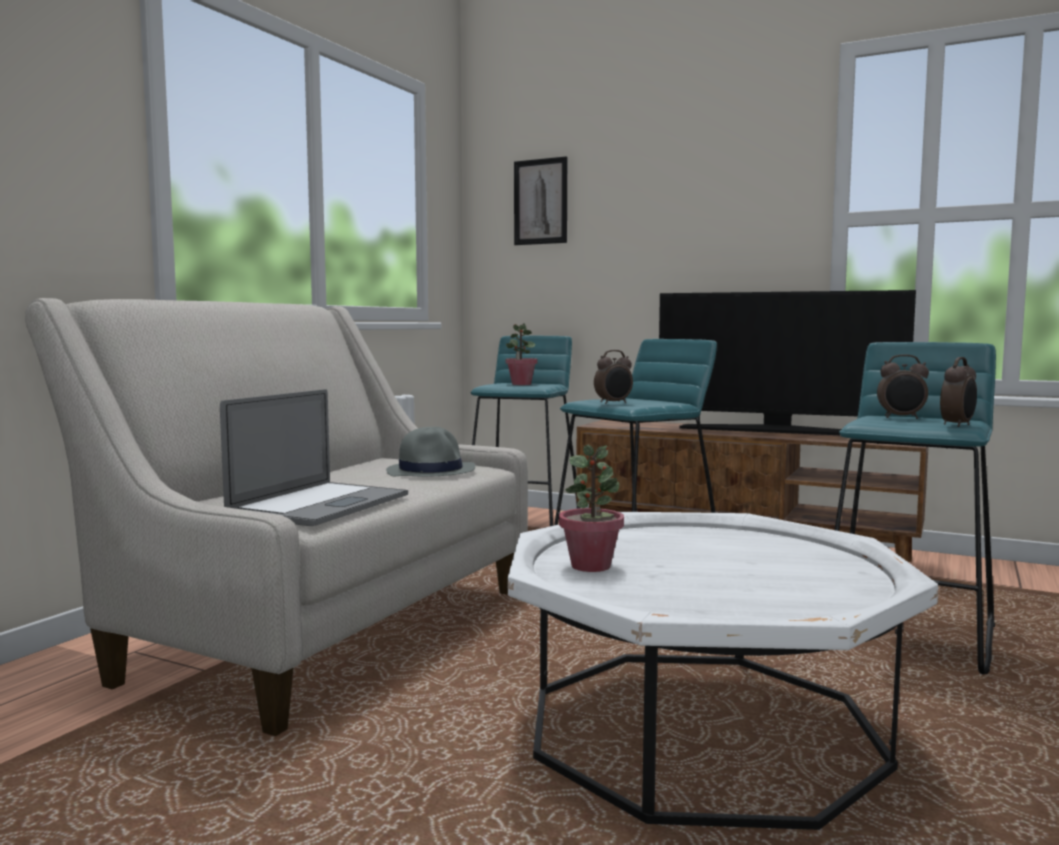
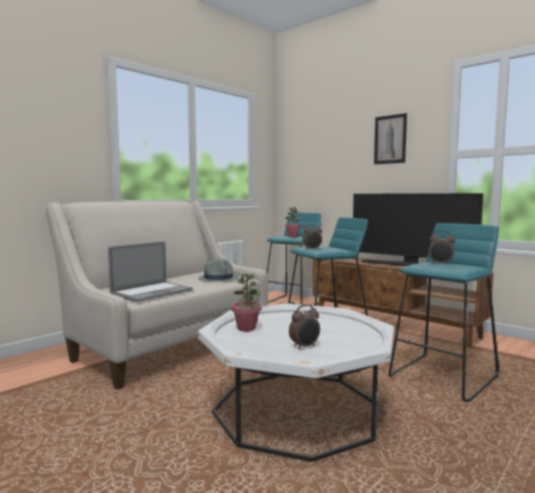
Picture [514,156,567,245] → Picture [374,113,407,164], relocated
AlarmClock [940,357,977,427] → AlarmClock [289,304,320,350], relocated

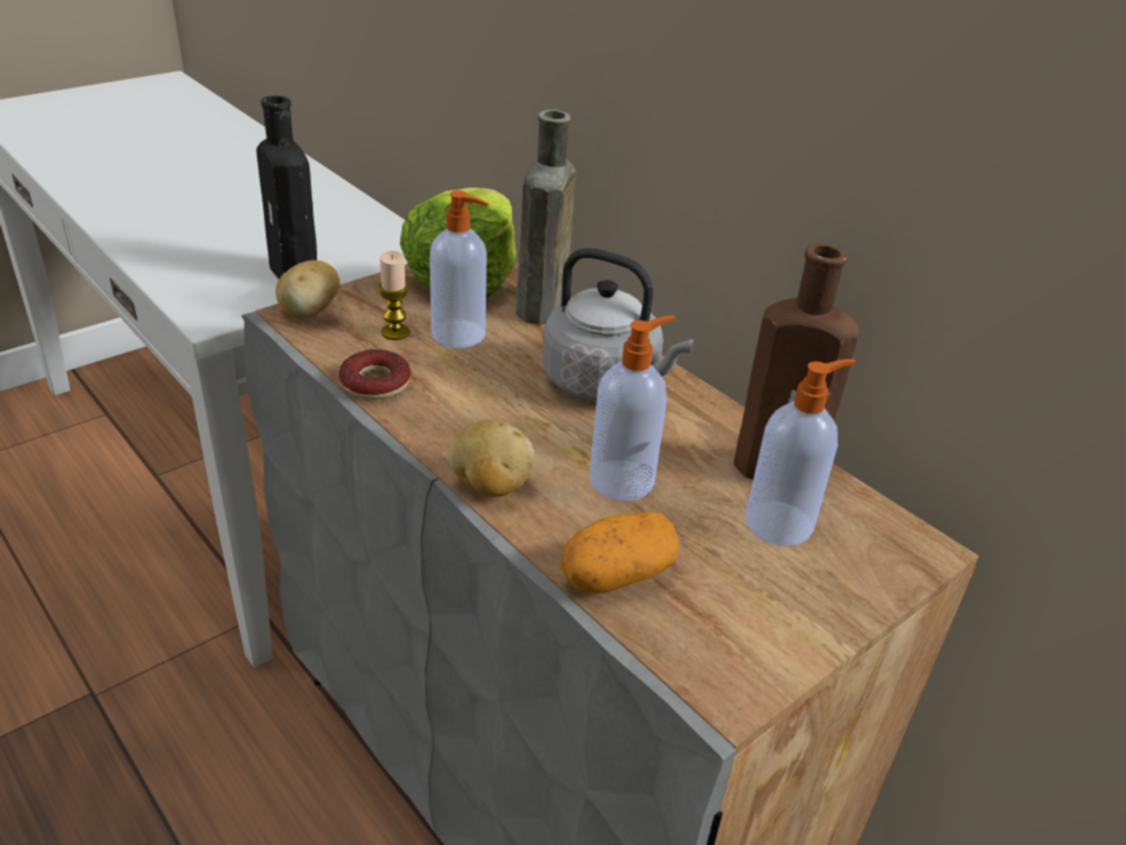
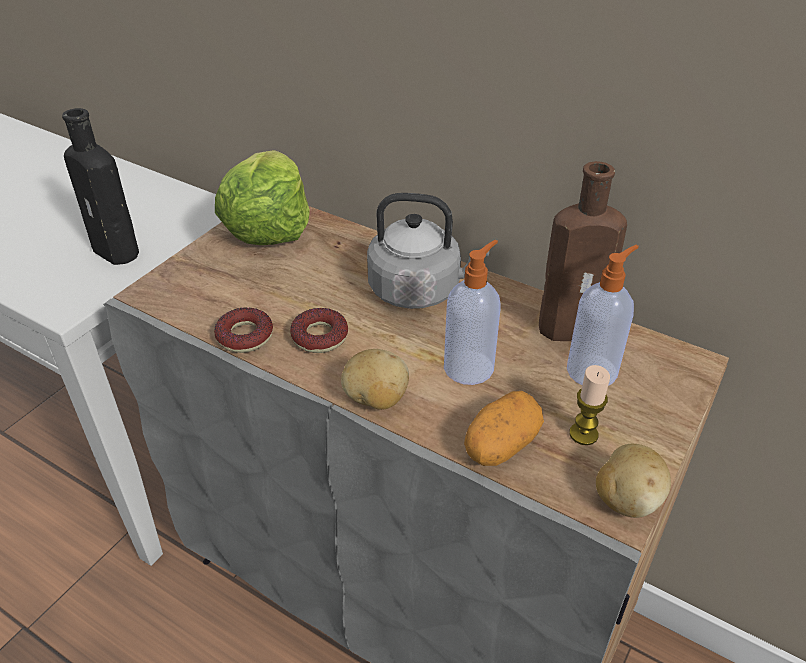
Potato [276,260,340,318] → Potato [596,444,671,518], relocated
Candle [378,251,410,340] → Candle [569,365,610,445], relocated
SoapDispenser [430,190,489,348] → -
BrownBottle [516,109,577,325] → -
- → Donut [290,308,348,353]

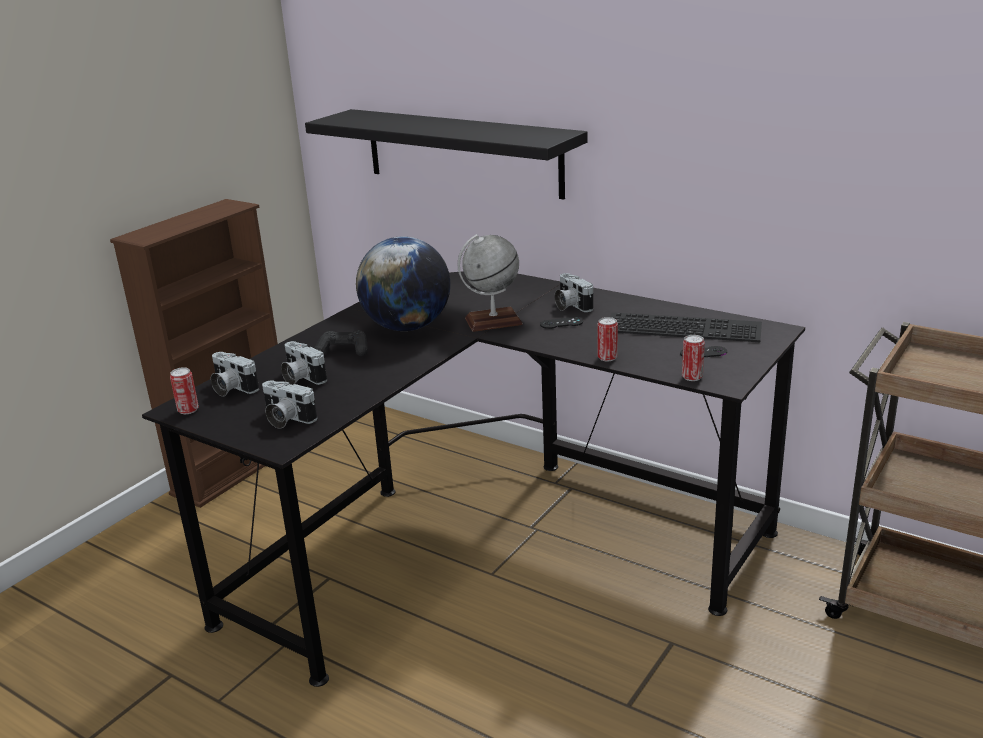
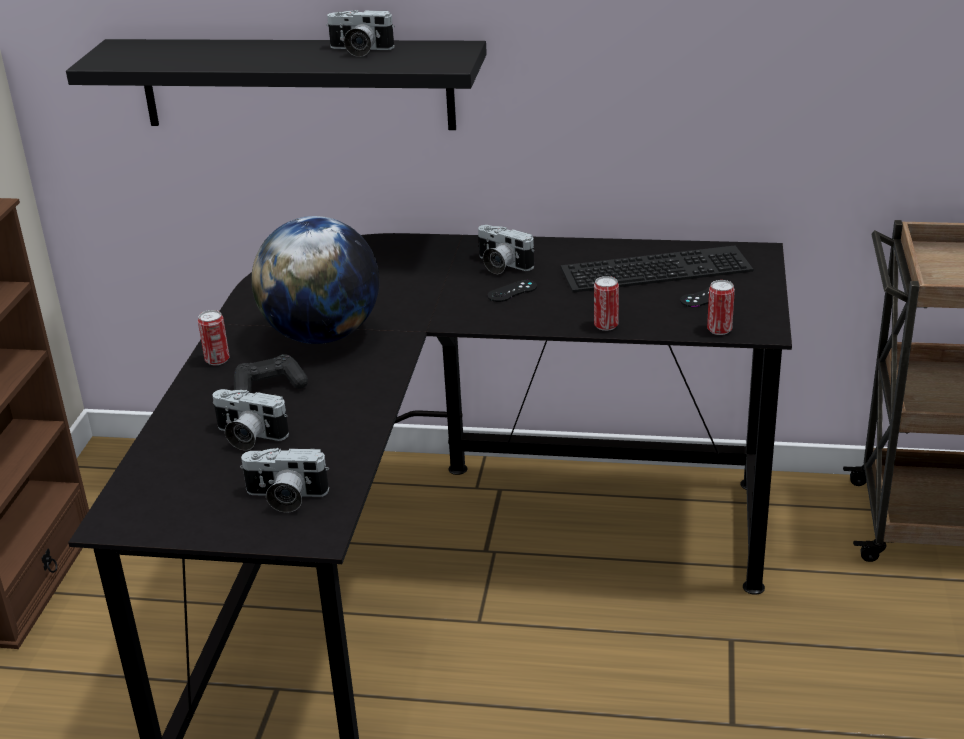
Can [170,367,199,414] → Can [198,310,230,365], relocated
PhotoCamera [210,352,259,397] → PhotoCamera [326,10,395,57], relocated
Globe [457,234,523,332] → -

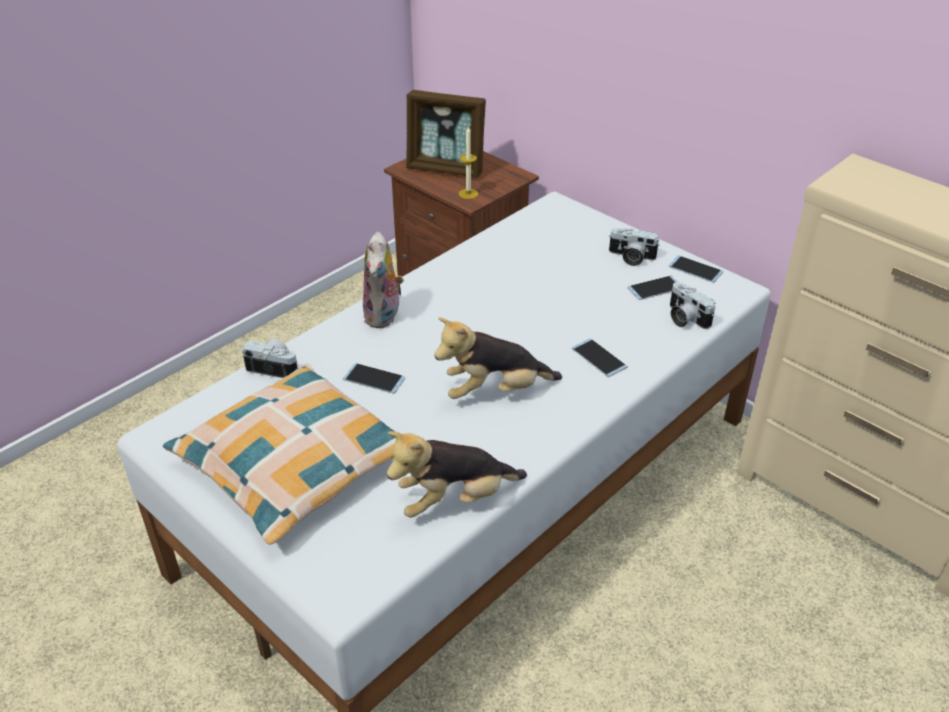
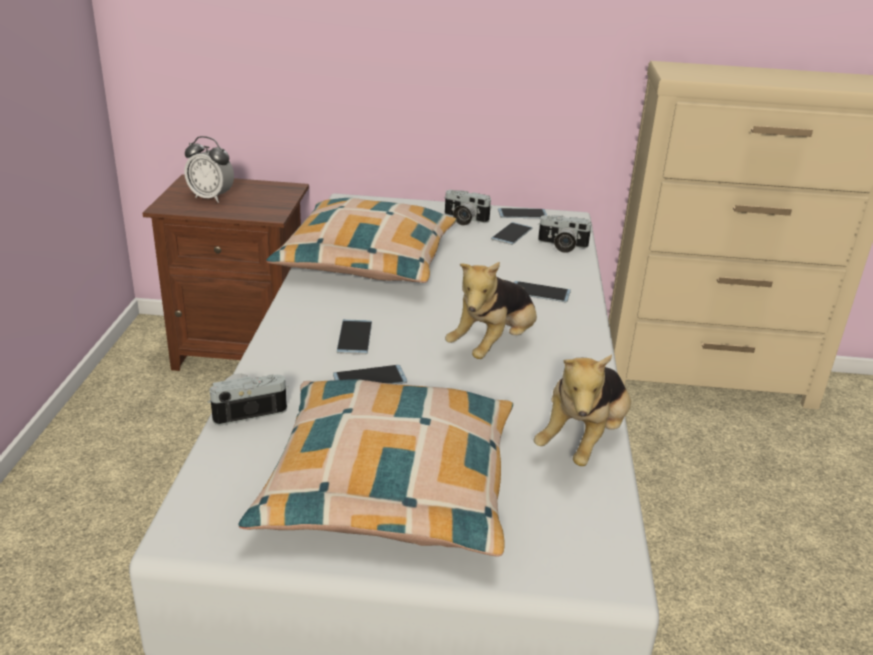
PlushToy [363,232,404,328] → -
PictureFrame [406,90,486,178] → AlarmClock [184,136,234,203]
Candle [459,127,478,199] → -
PhotoCamera [609,228,660,266] → PhotoCamera [444,190,492,226], 45 degrees clockwise
- → Pillow [266,198,457,283]
- → Phone [337,319,372,355]

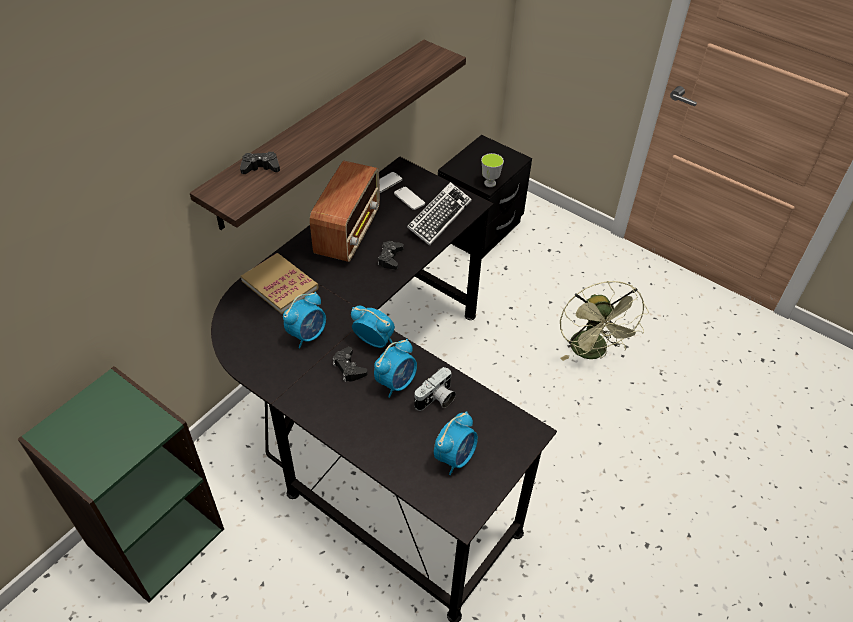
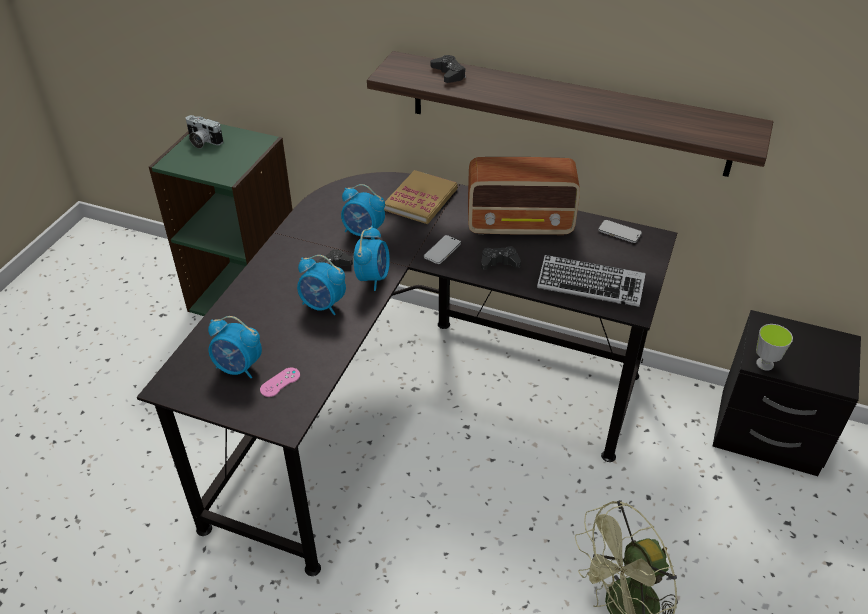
Phone [394,187,425,210] → Phone [424,235,461,264], relocated
PhotoCamera [414,367,456,411] → PhotoCamera [186,115,223,148], relocated
- → PinkGameController [260,367,300,397]

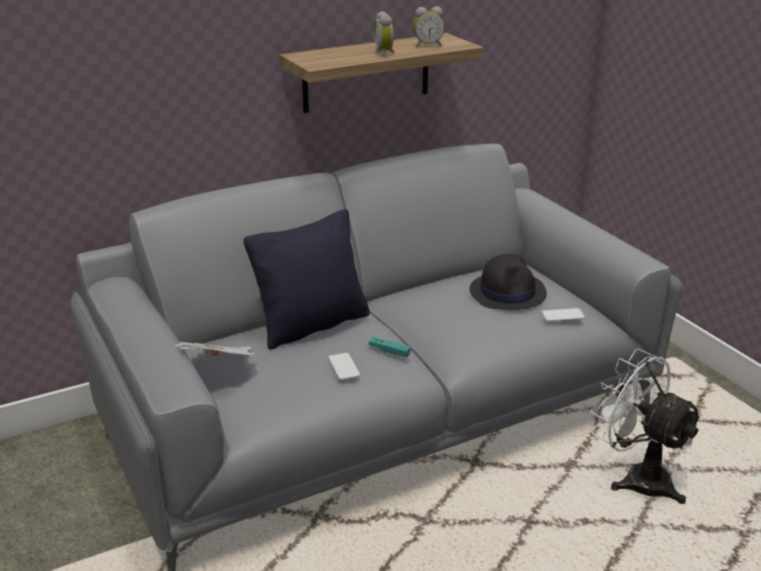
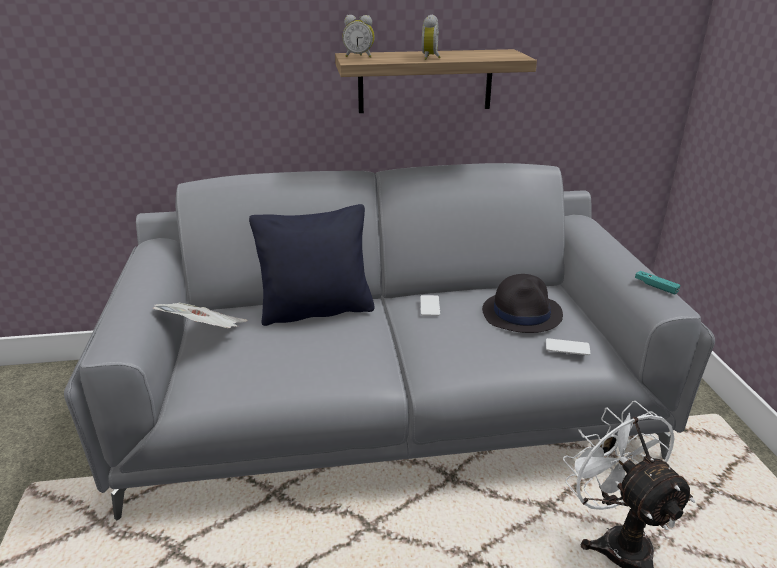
Phone [329,353,360,380] → Phone [420,295,440,316], relocated
TurquoiseGameController [369,337,411,357] → TurquoiseGameController [635,271,681,294], relocated
AlarmClock [413,6,444,47] → AlarmClock [342,15,375,58], relocated

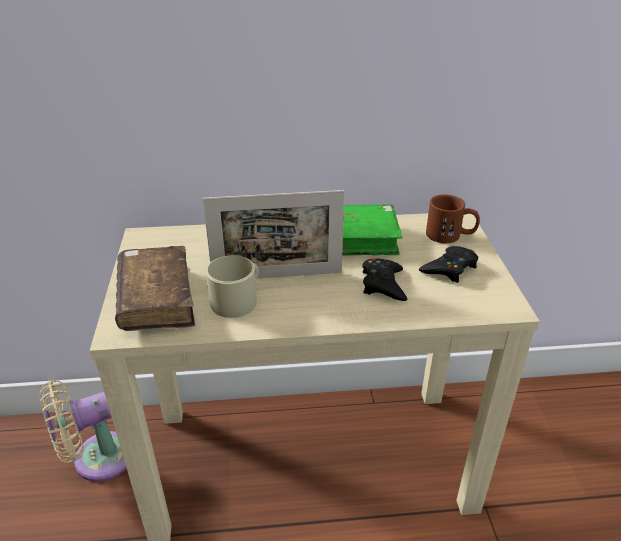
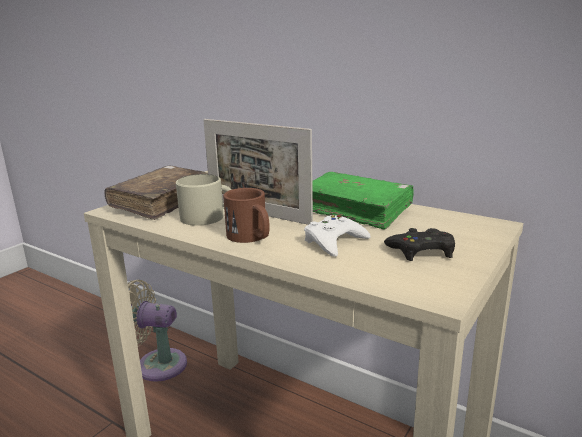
BlackGameController [363,258,407,301] → WhiteGameController [304,215,371,257]
BrownMug [426,194,480,243] → BrownMug [223,188,270,243], relocated

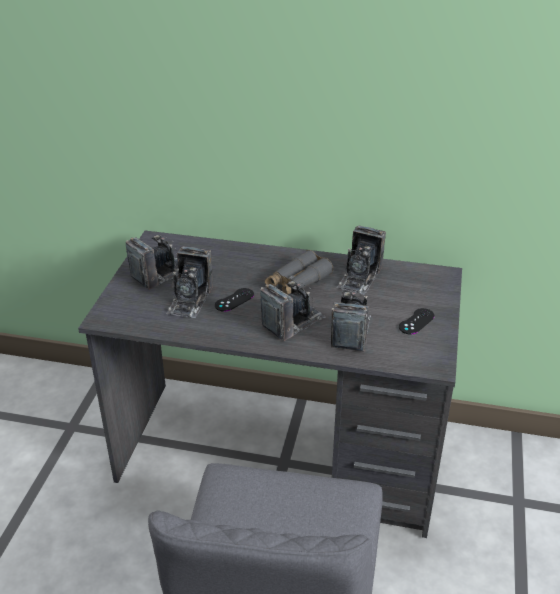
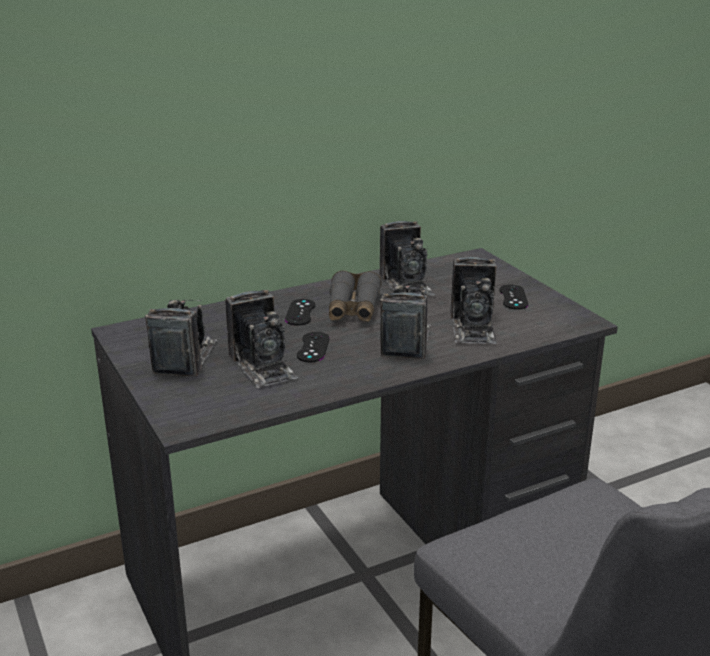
PhotoCamera [331,290,371,351] → PhotoCamera [450,257,497,344], 150 degrees counterclockwise
- → BlackGameController [285,299,315,326]

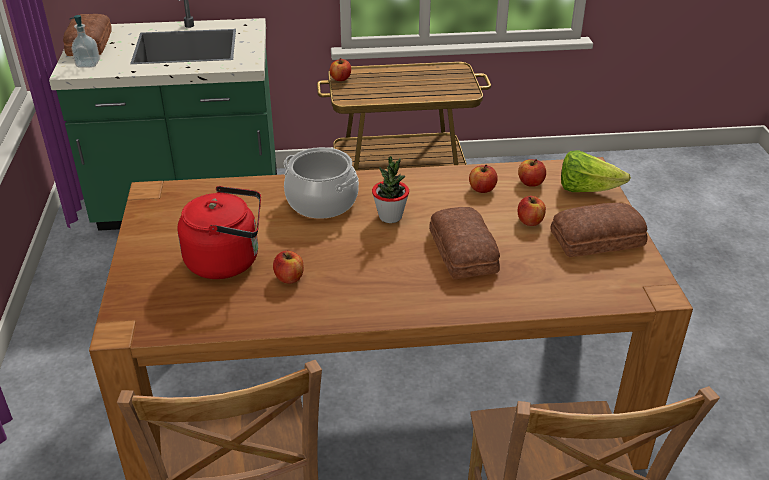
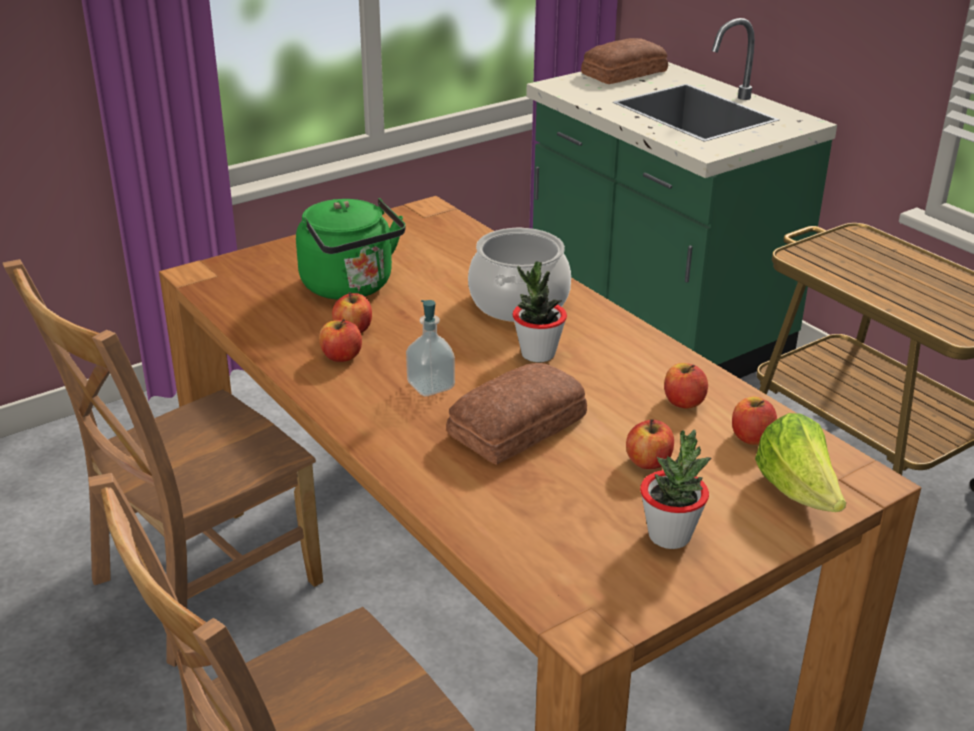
SoapDispenser [69,15,100,68] → SoapDispenser [406,300,455,396], relocated
RedKettle [177,186,261,279] → GreenKettle [296,198,406,300]
Apple [330,58,351,81] → Apple [319,319,362,362], relocated
Bread [550,203,648,257] → PottedPlant [640,430,711,549]

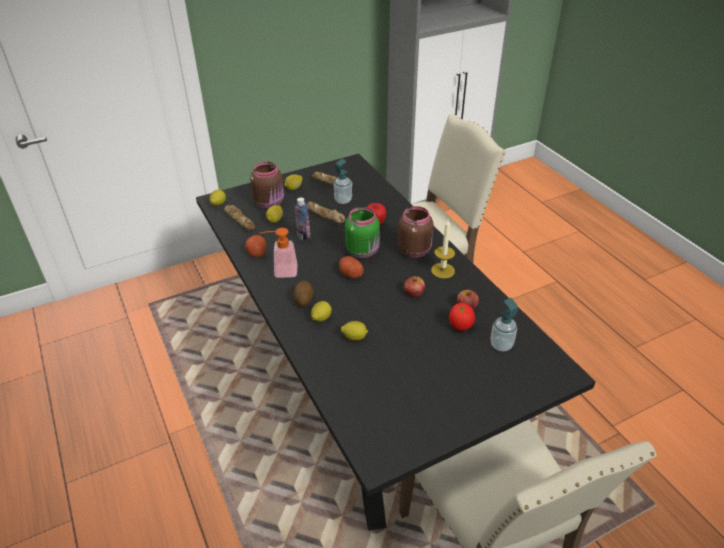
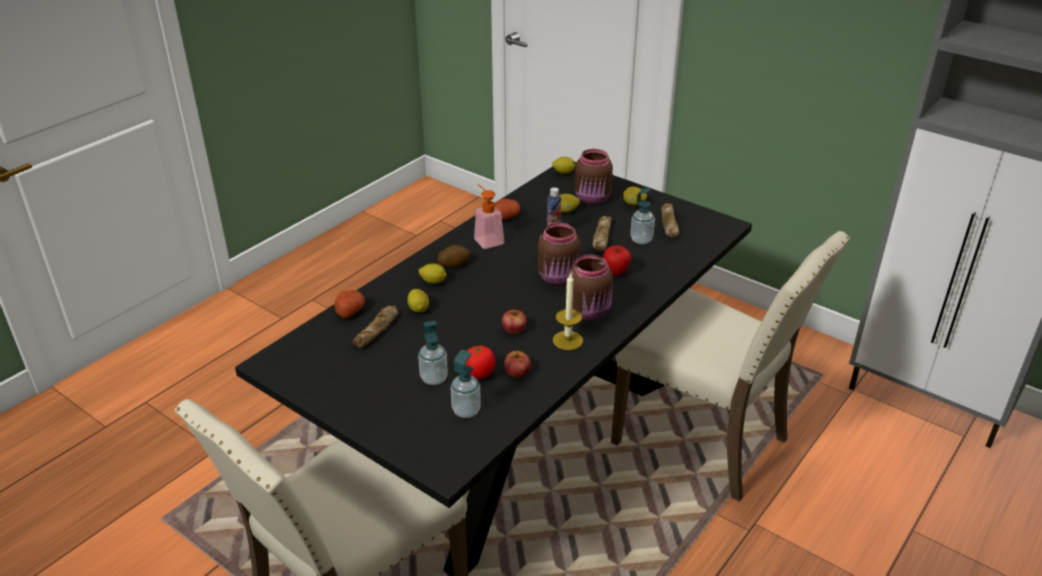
Bread [224,205,255,230] → Bread [353,306,398,348], relocated
Potato [339,256,364,278] → Potato [334,290,365,318], relocated
GreenJar [345,207,380,258] → BrownJar [538,222,581,285]
- → SoapDispenser [418,321,448,385]

